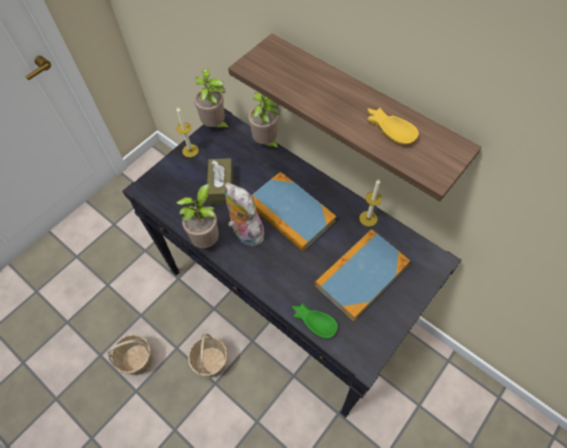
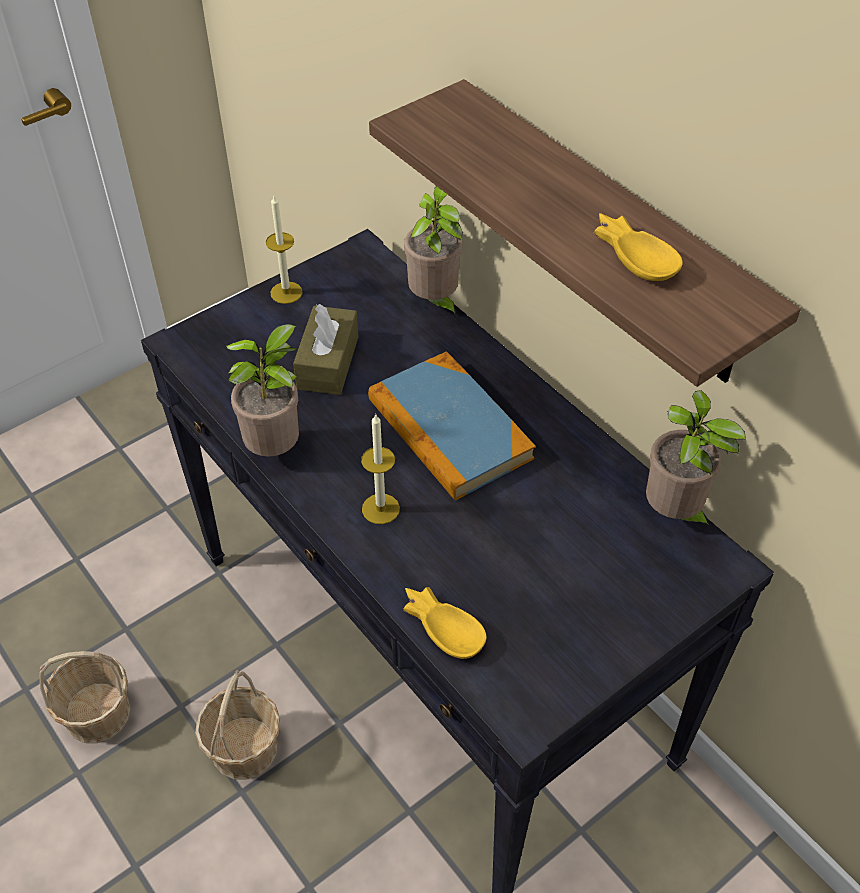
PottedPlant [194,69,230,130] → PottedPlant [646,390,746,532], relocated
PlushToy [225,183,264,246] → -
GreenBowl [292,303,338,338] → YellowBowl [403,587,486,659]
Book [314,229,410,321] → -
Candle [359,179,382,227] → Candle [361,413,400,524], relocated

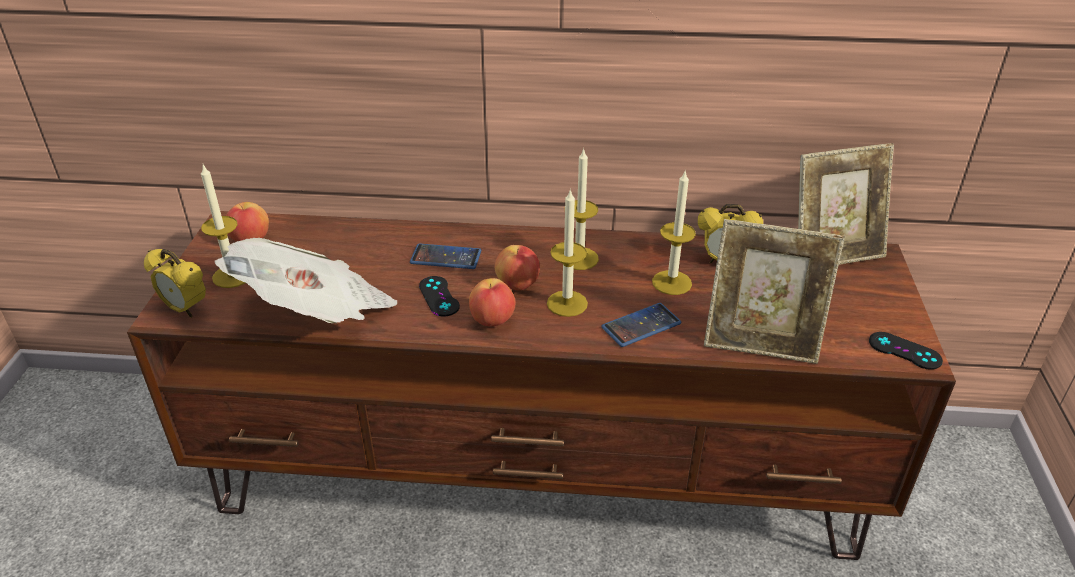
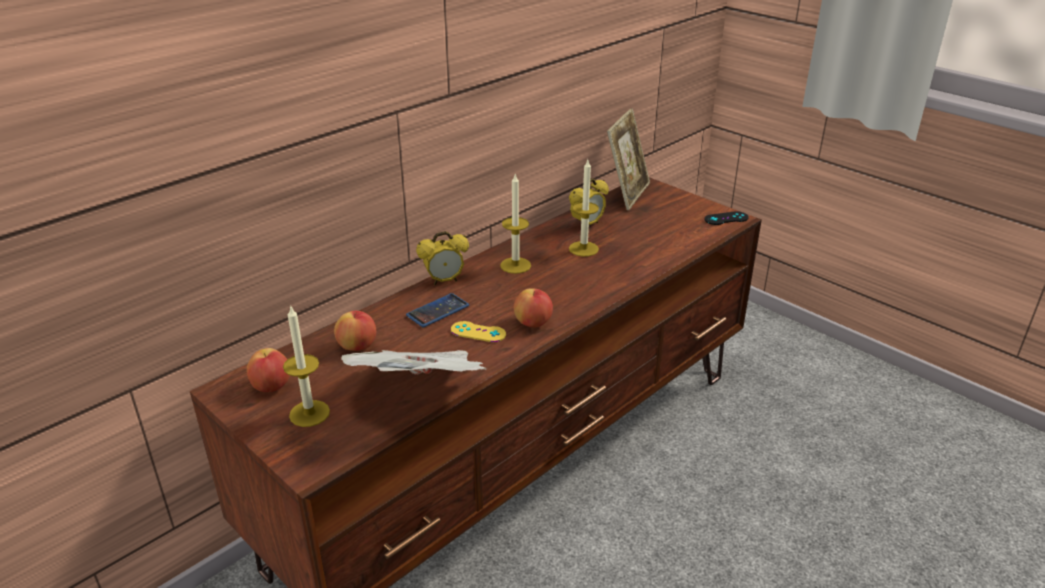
AlarmClock [144,249,206,317] → AlarmClock [416,231,469,285], relocated
BlackGameController [419,276,460,317] → YellowGameController [451,321,506,342]
Apple [495,245,540,290] → Apple [334,311,376,351], relocated
Candle [547,189,588,317] → -
Phone [602,303,681,347] → -
PictureFrame [704,219,845,364] → -

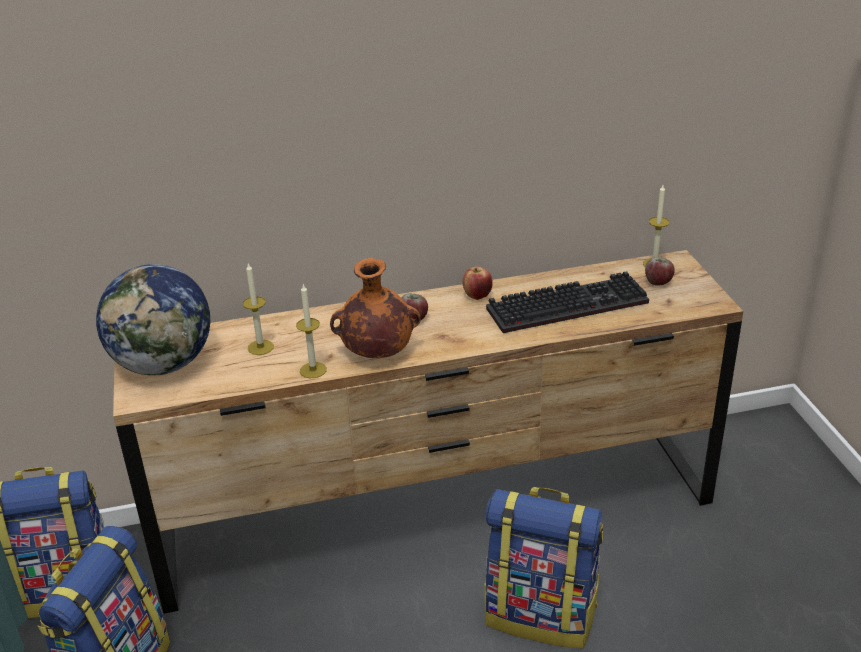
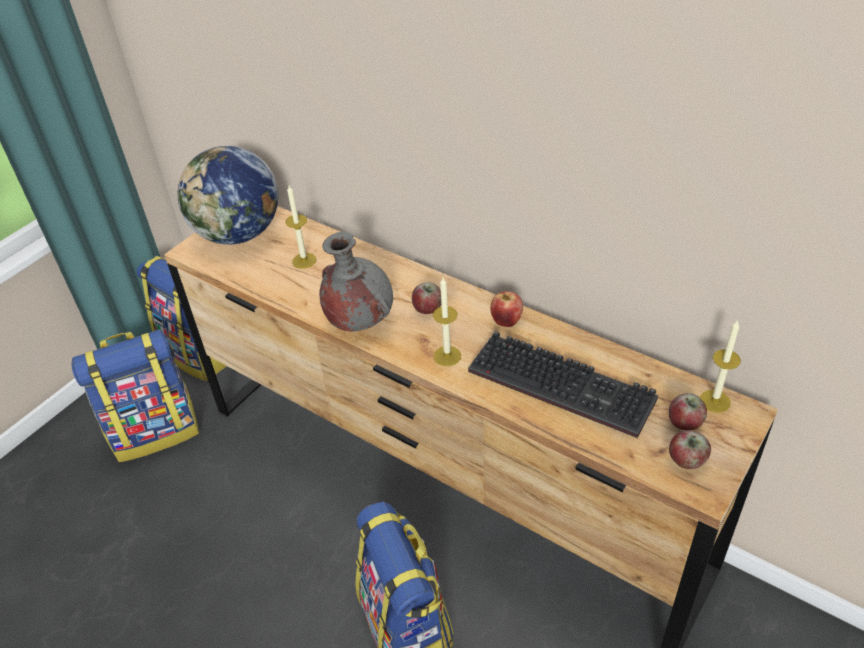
Candle [296,284,327,378] → Candle [433,278,461,366], relocated
OrangeVase [330,258,421,358] → GreyVase [319,232,393,331]
- → Apple [669,430,711,469]

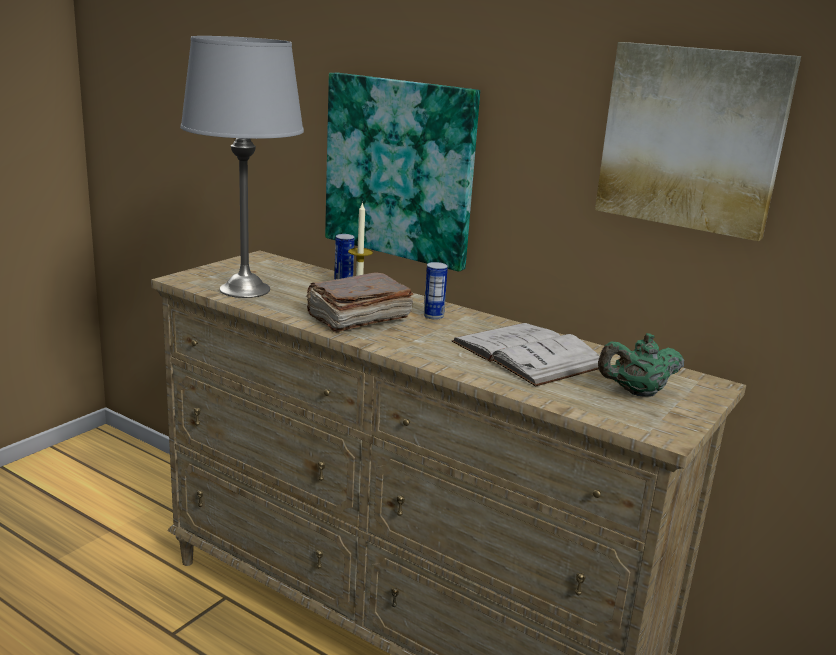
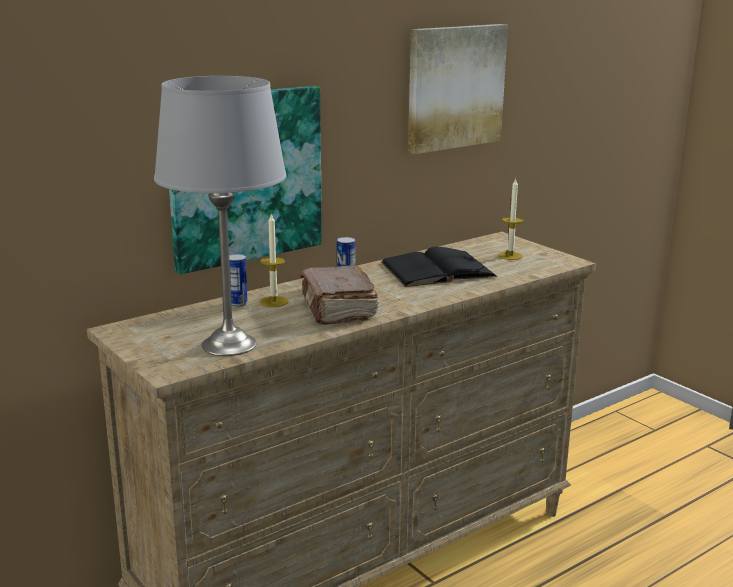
WhiteBook [452,323,600,386] → BlackBook [381,246,497,287]
GreenTeapot [598,333,684,397] → Candle [498,178,524,260]

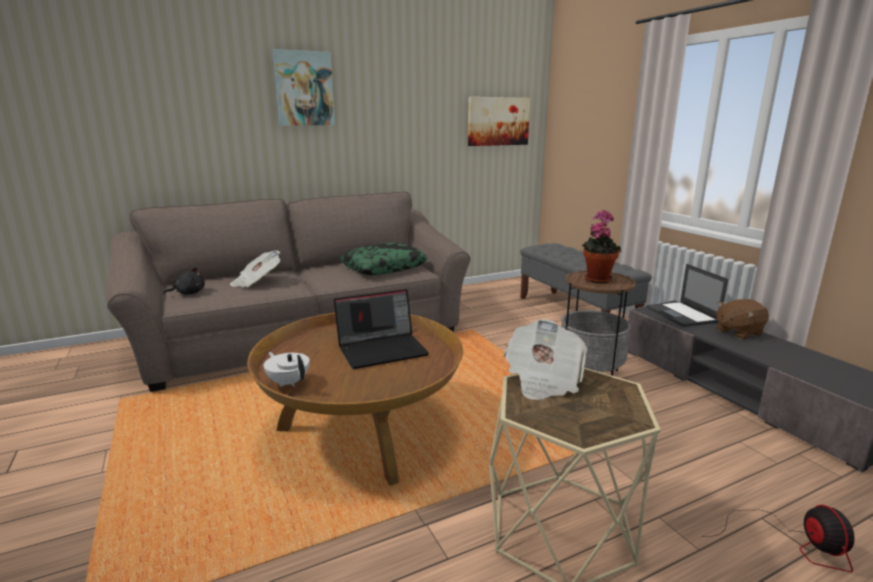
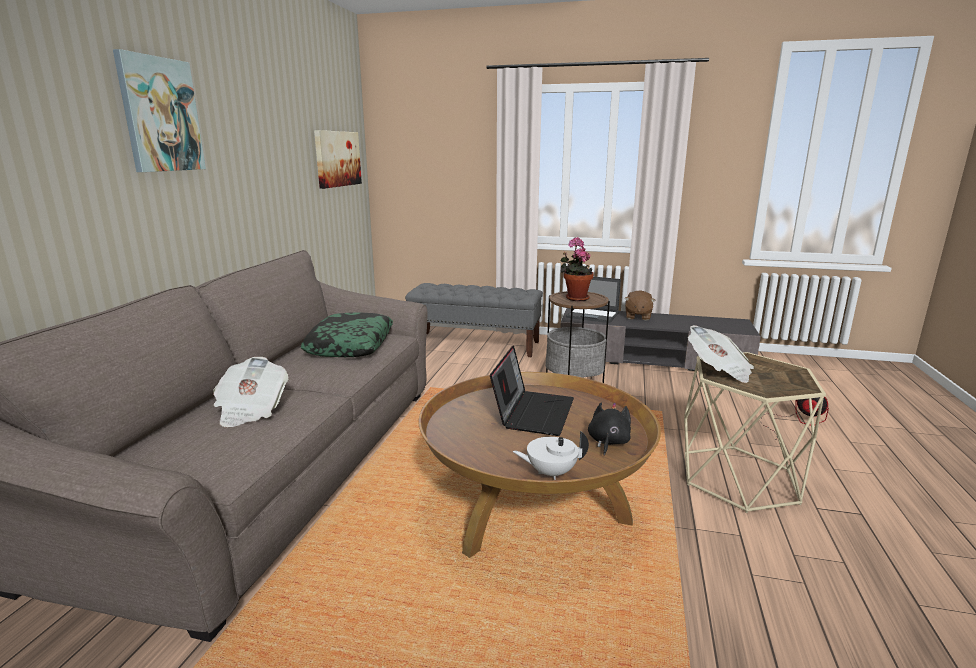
BlackPlushToy [163,268,205,295] → BlackPlushToy [588,403,631,456], relocated

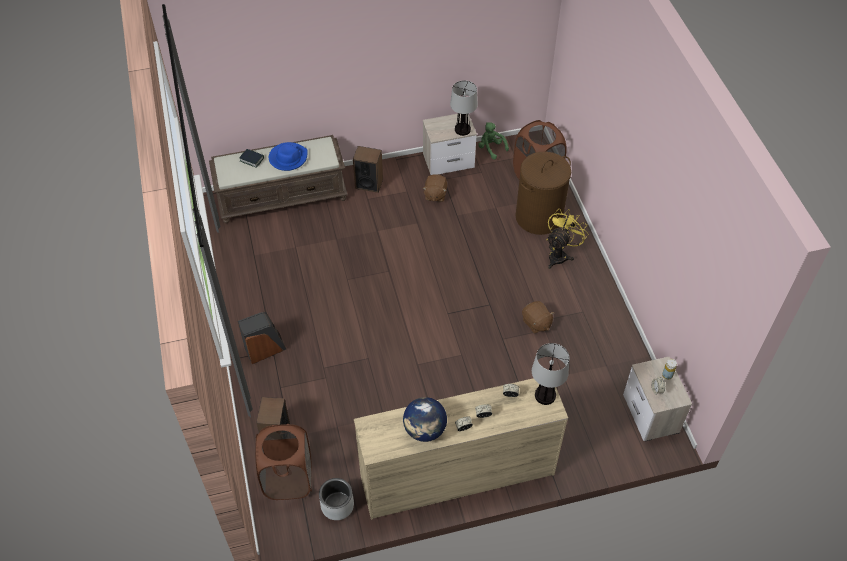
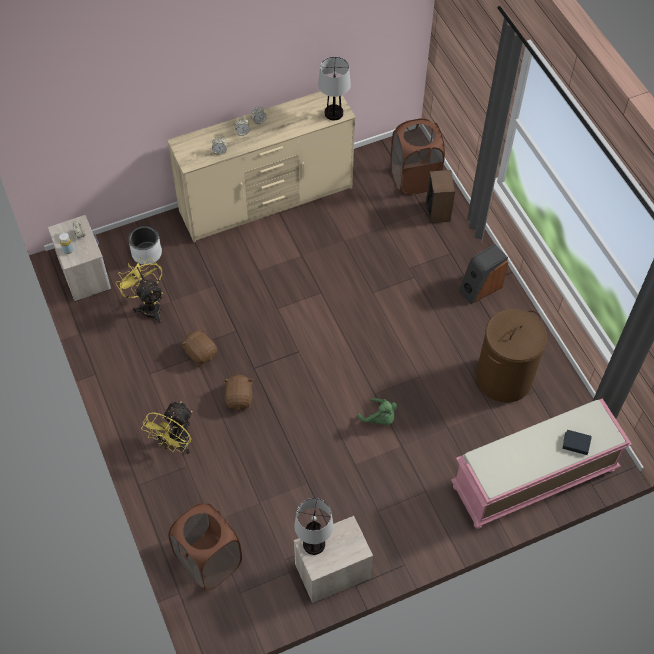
BrownBench [209,135,348,223] → PinkBench [451,398,632,529]
BlueHat [269,142,307,171] → -
GreyPlanter [319,478,354,520] → GreyPlanter [128,226,162,265], relocated
Speaker [353,146,383,193] → -
Globe [403,397,447,442] → -
BrownPlushToy [423,174,447,202] → BrownPlushToy [223,375,253,410], relocated
GreenPlushToy [478,122,509,160] → GreenPlushToy [357,398,397,426], relocated
BrownLaundryBasket [516,152,571,235] → BrownLaundryBasket [476,309,547,403], relocated
TableLamp [532,343,569,405] → TableLamp [318,57,351,120], relocated
- → YellowFan [116,257,163,324]

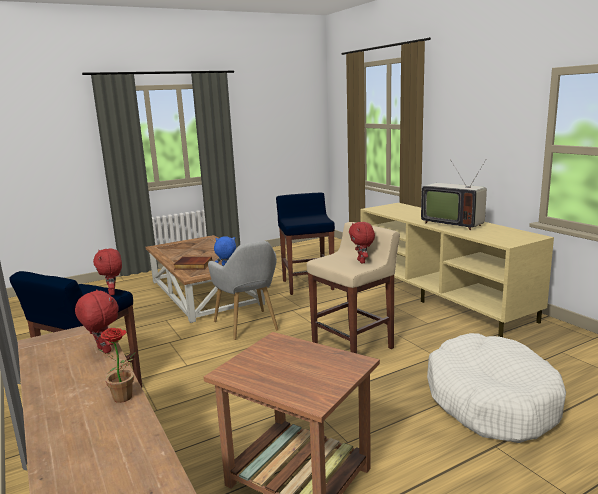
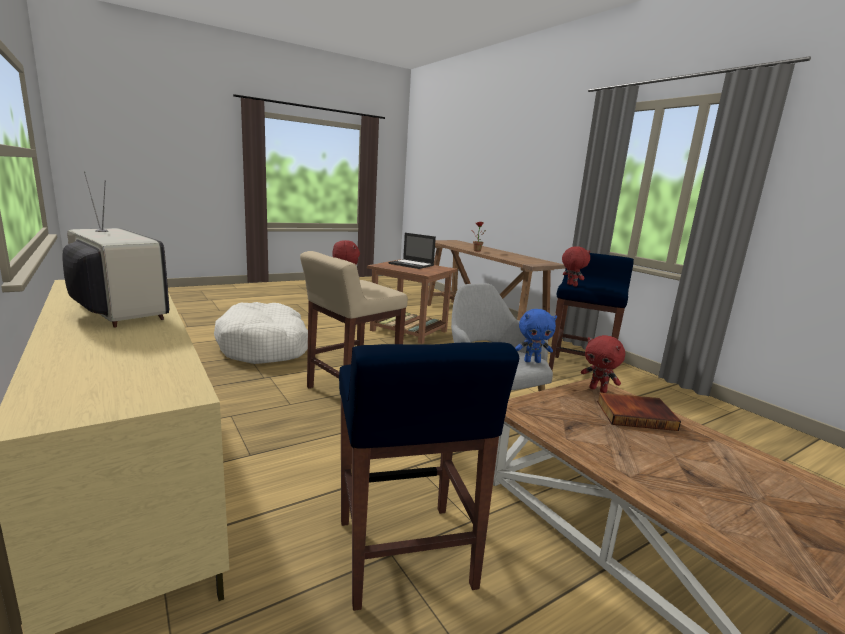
RedPlushToy [75,289,119,353] → RedPlushToy [581,335,625,393], relocated
- → Laptop [389,233,436,269]

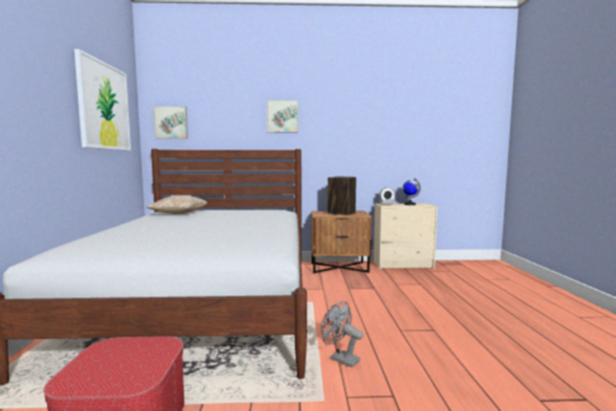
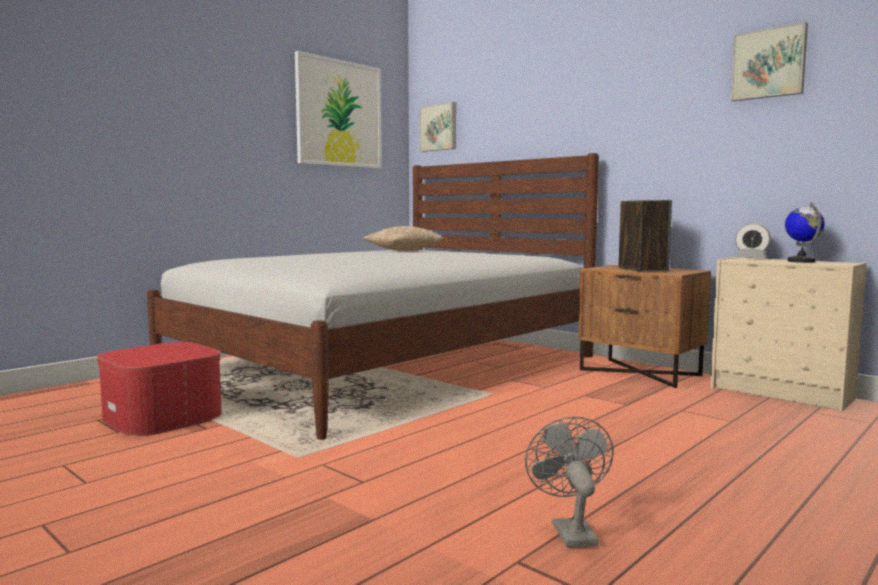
Picture [267,100,298,132] → Picture [731,22,808,101], relocated
GreyFan [321,301,363,368] → GreyFan [525,417,614,548], relocated

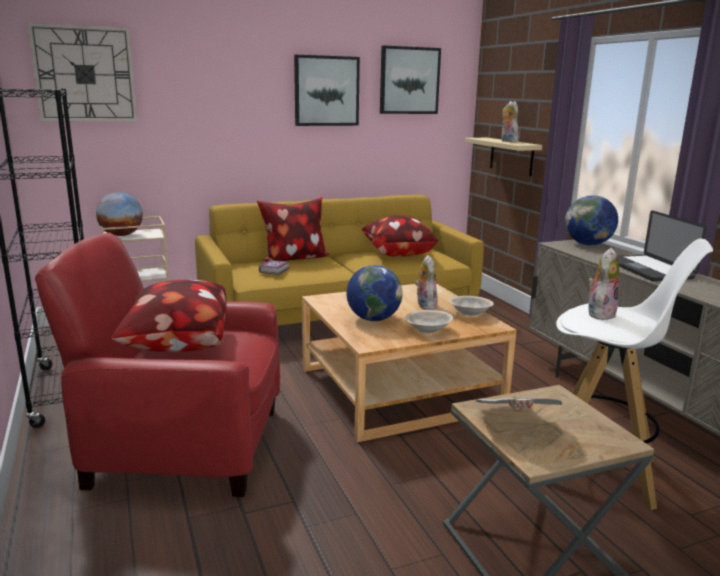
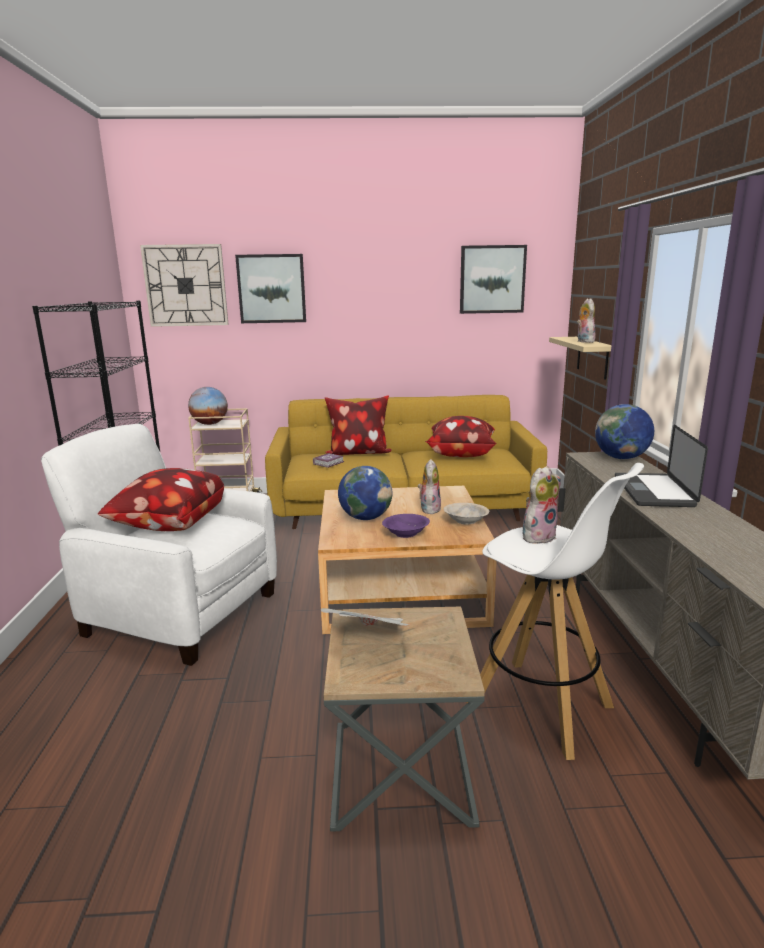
RedArmchair [35,233,280,497] → WhiteArmchair [41,424,277,666]
Picture [294,55,360,126] → Picture [235,254,306,323], relocated
BeigeBowl [405,310,453,333] → PurpleBowl [382,514,430,538]

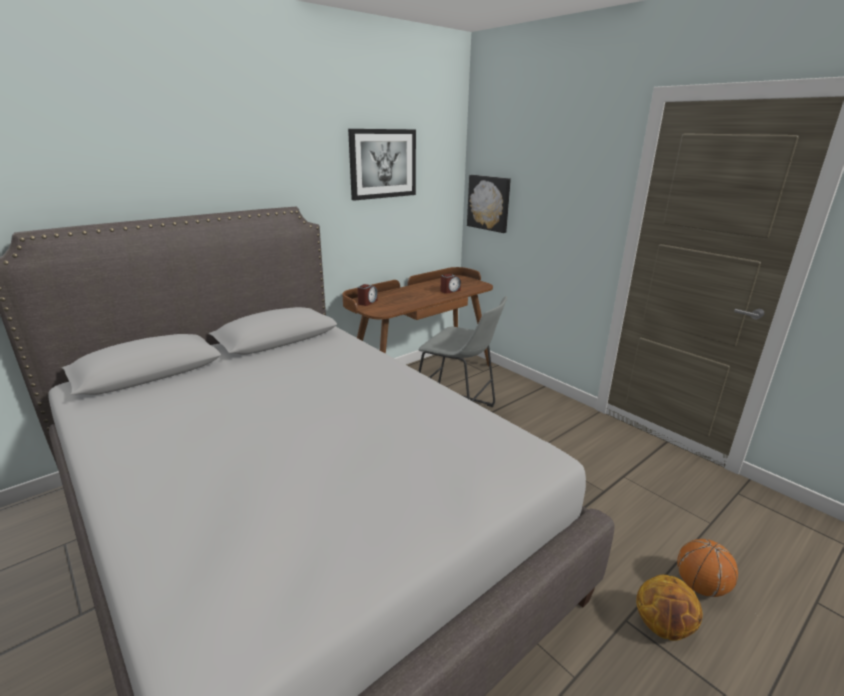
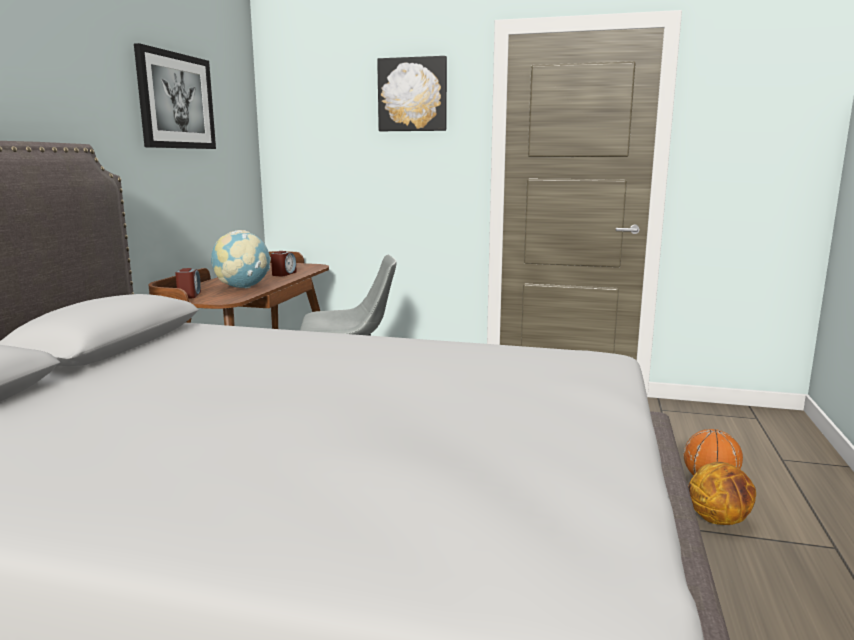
Picture [467,175,511,233] → Picture [377,56,447,131], relocated
- → Globe [211,230,271,288]

